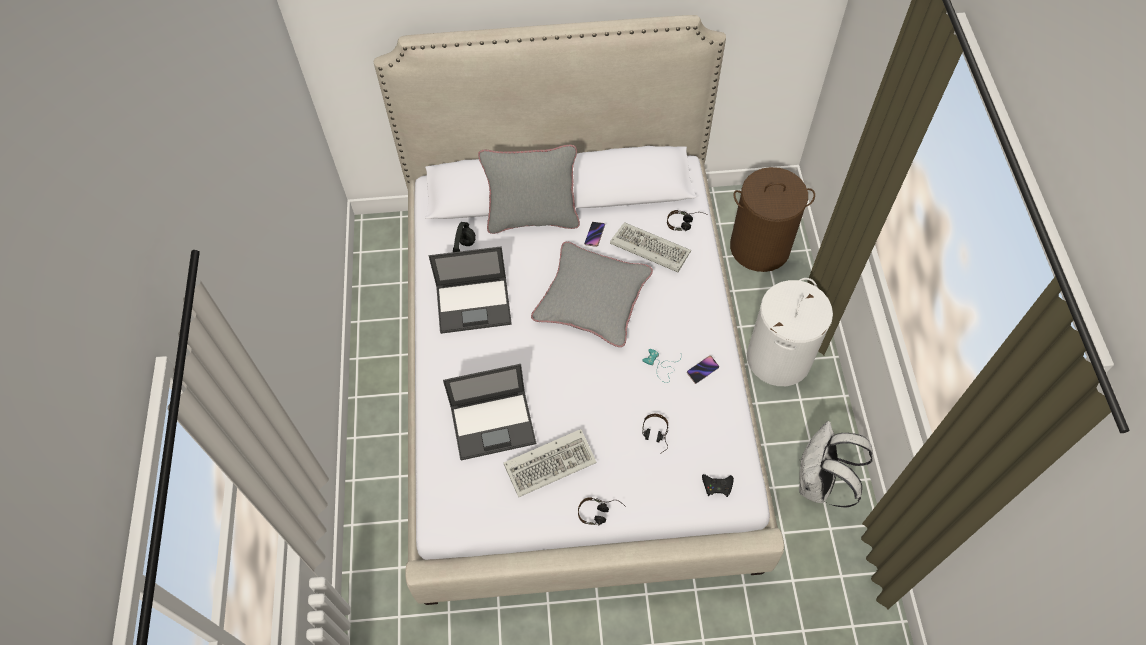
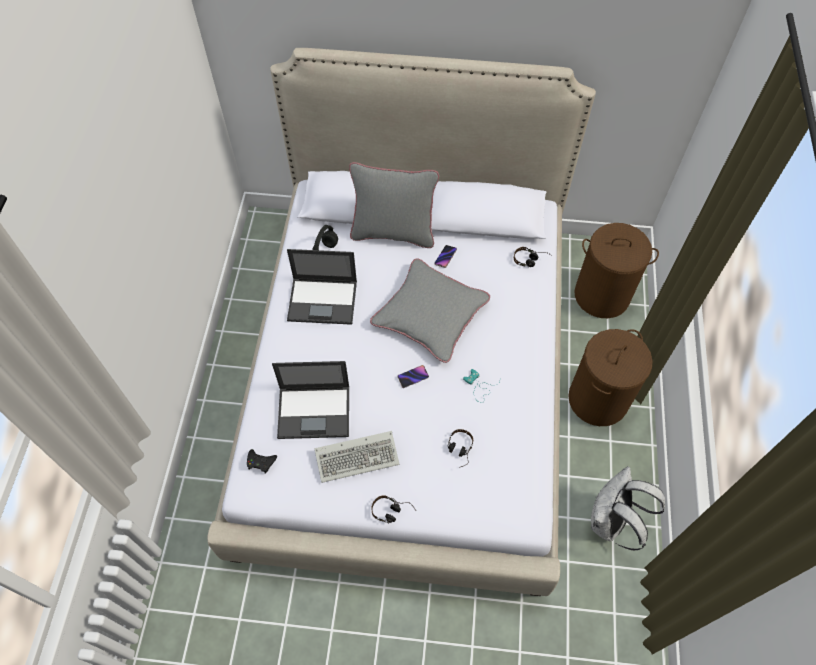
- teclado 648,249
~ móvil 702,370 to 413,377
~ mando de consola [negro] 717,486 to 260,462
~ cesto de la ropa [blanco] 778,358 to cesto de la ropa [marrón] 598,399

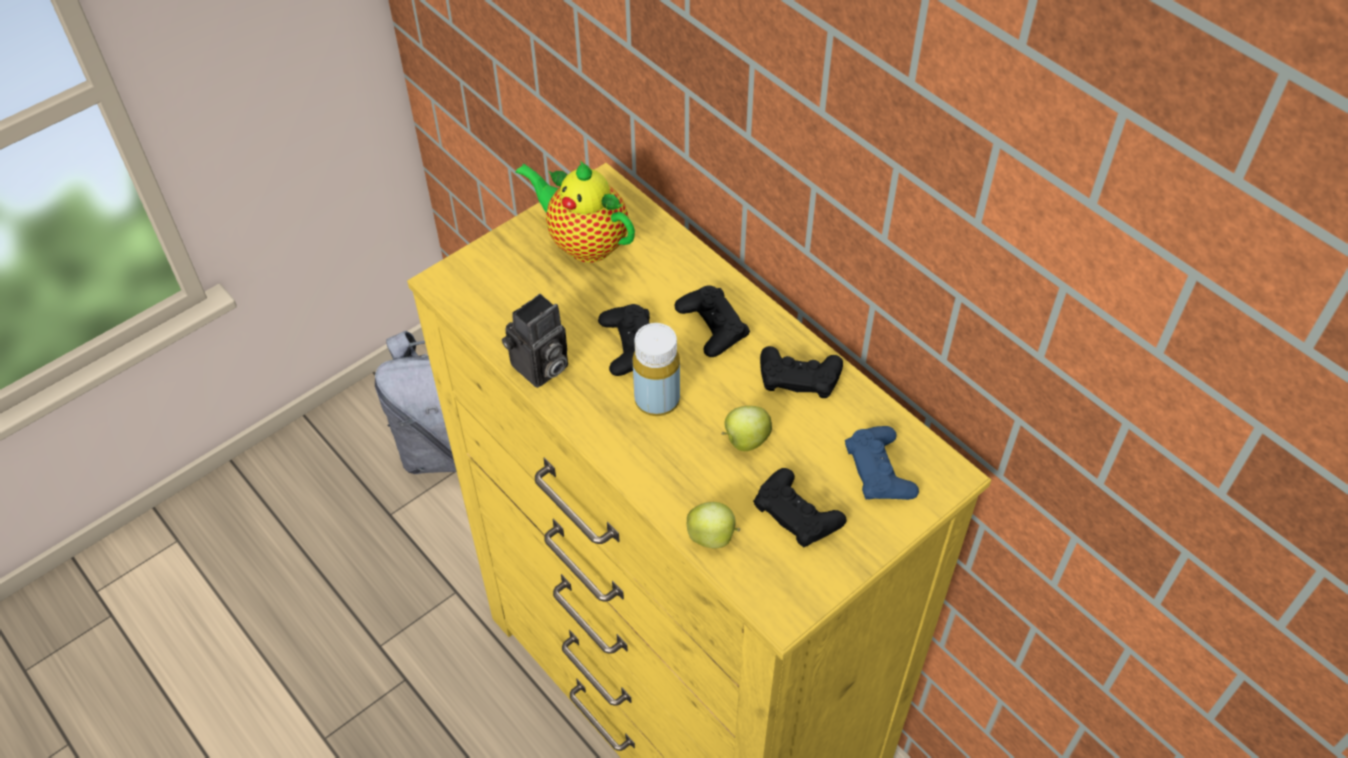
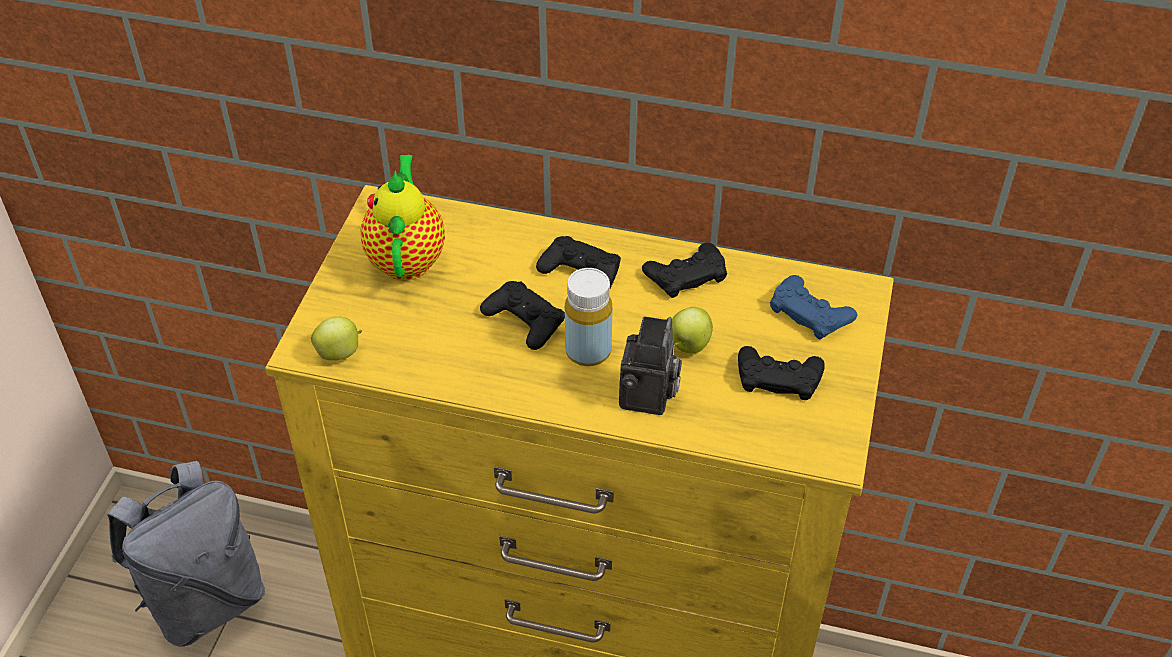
~ cámara 540,369 to 648,398
~ tetera 584,242 = 407,258 90 degrees clockwise
~ manzana 713,537 to 340,353

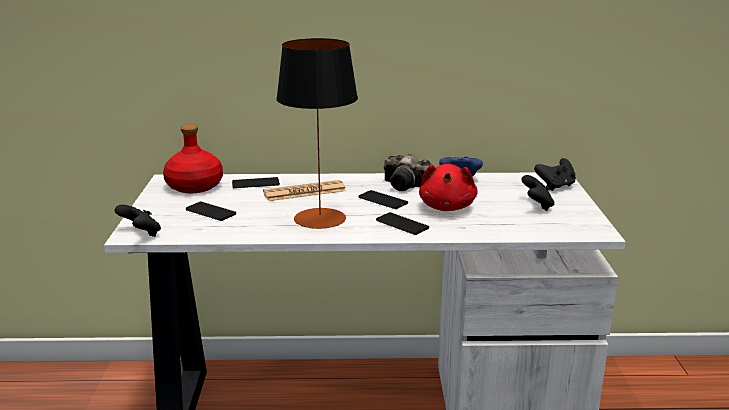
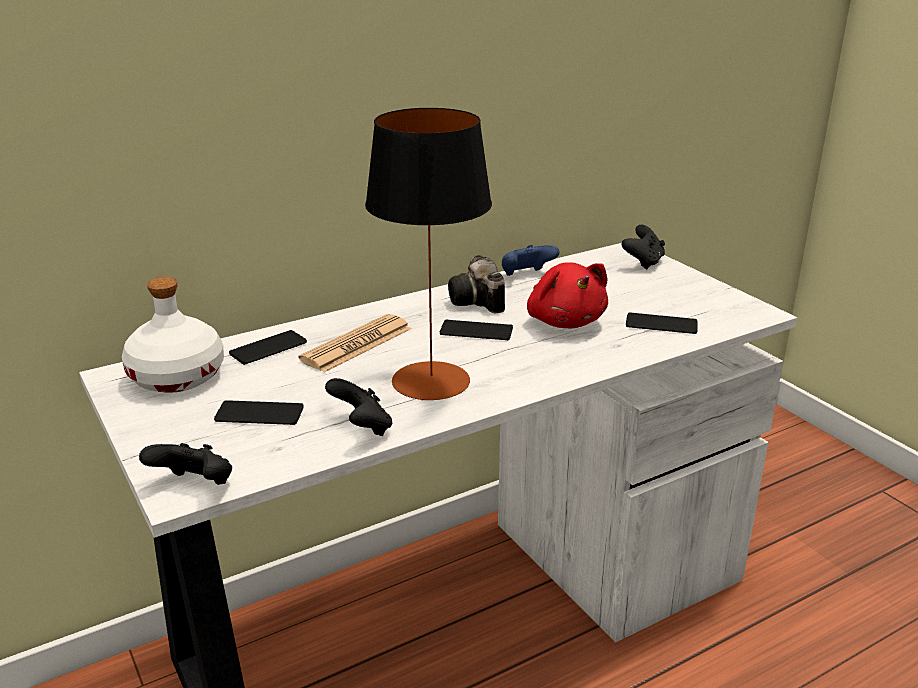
~ botella [rojo] 195,186 to botella [blanco] 178,376
~ móvil 402,224 to 661,324
~ cámara 407,186 = 478,302 75 degrees clockwise
~ mando de consola [negro] 537,206 to 362,428

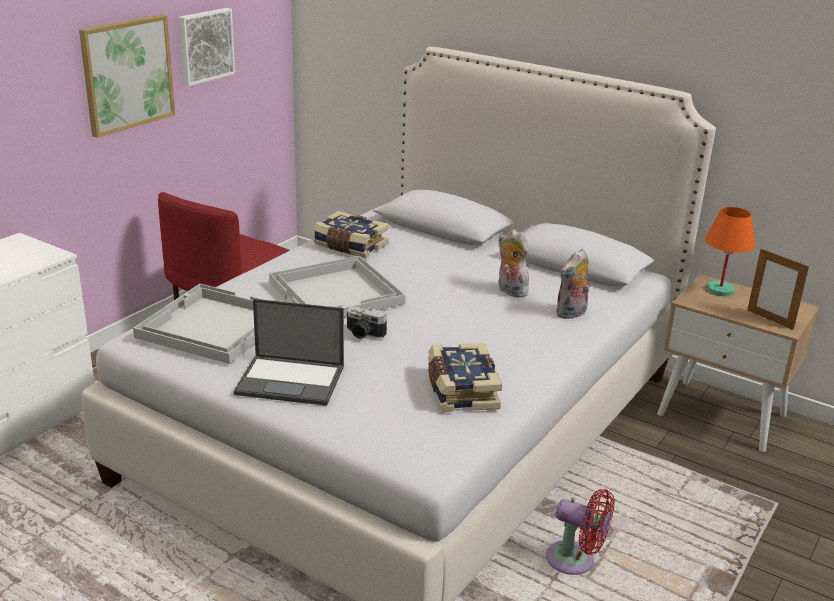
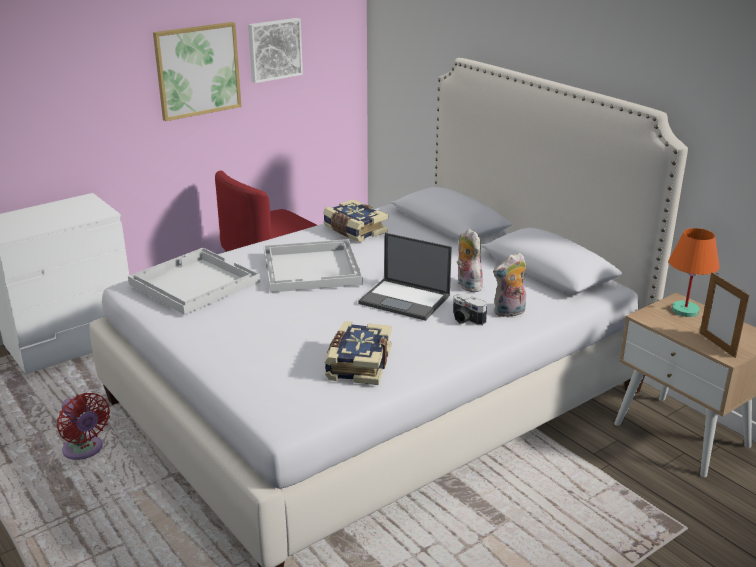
~ portátil 292,380 to 405,299
~ cámara 364,334 to 466,320
~ ventilador [rojo] 575,561 to 84,450

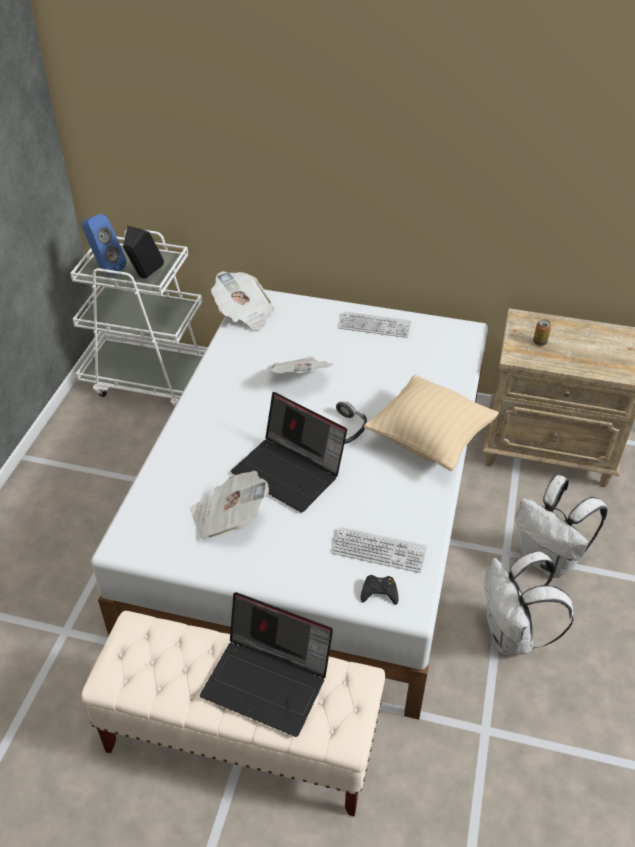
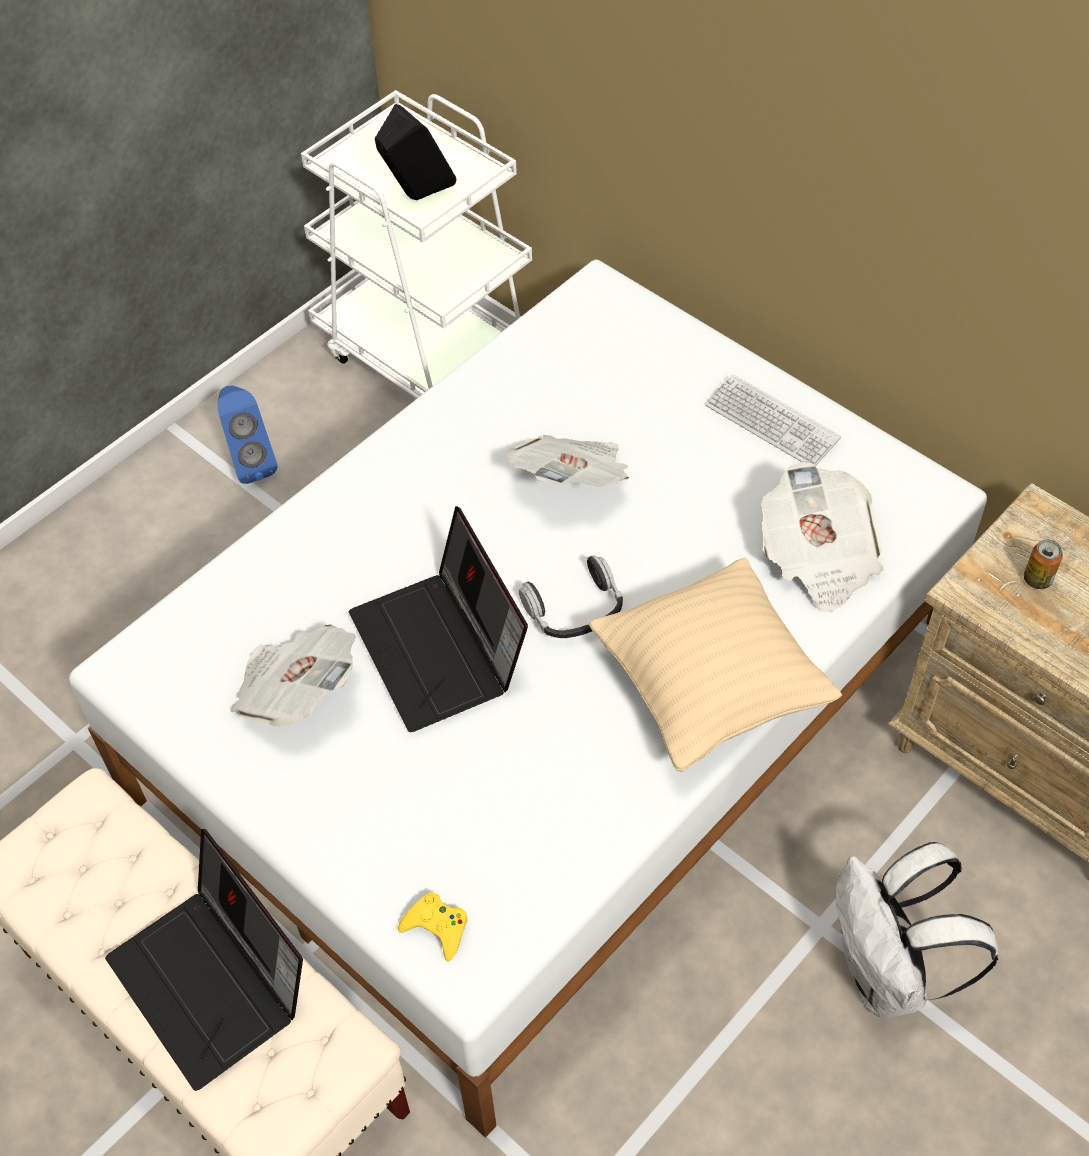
~ altavoz [azul] 106,269 to 251,463
~ periódico 244,314 to 818,558
- teclado 379,551
~ mando de consola [negro] 379,592 to mando de consola [amarillo] 437,927
- mochila [blanco] 511,636

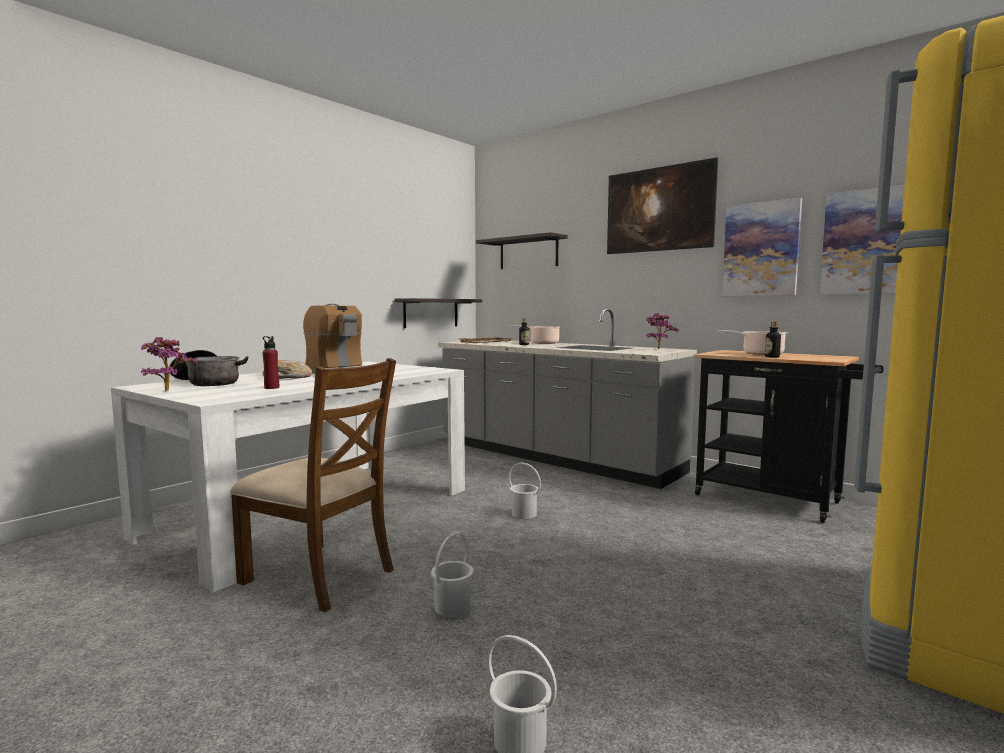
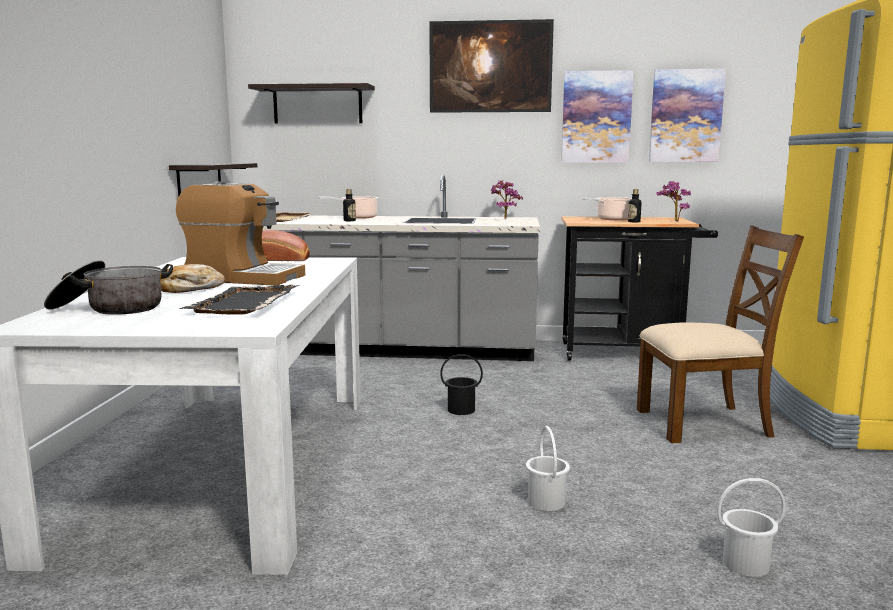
~ planta en maceta 167,390 to 673,221
~ silla [marrón] 319,575 to 704,423
~ botella [rojo] 271,388 to bandeja [negro] 243,304
~ cubo [blanco] 524,514 to cubo [negro] 461,410
+ pan 283,259

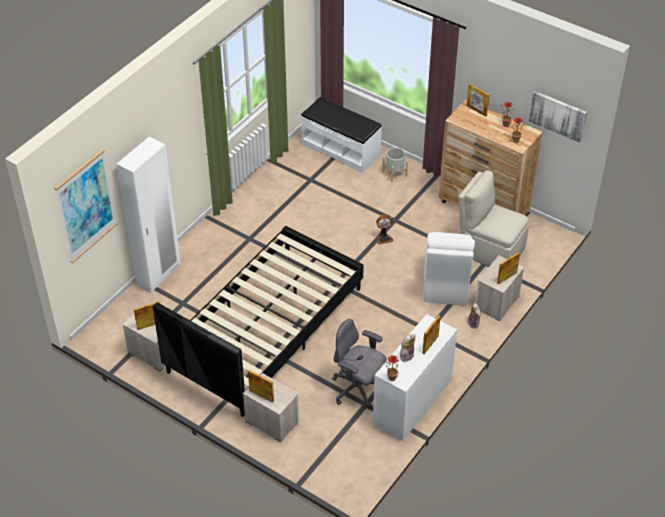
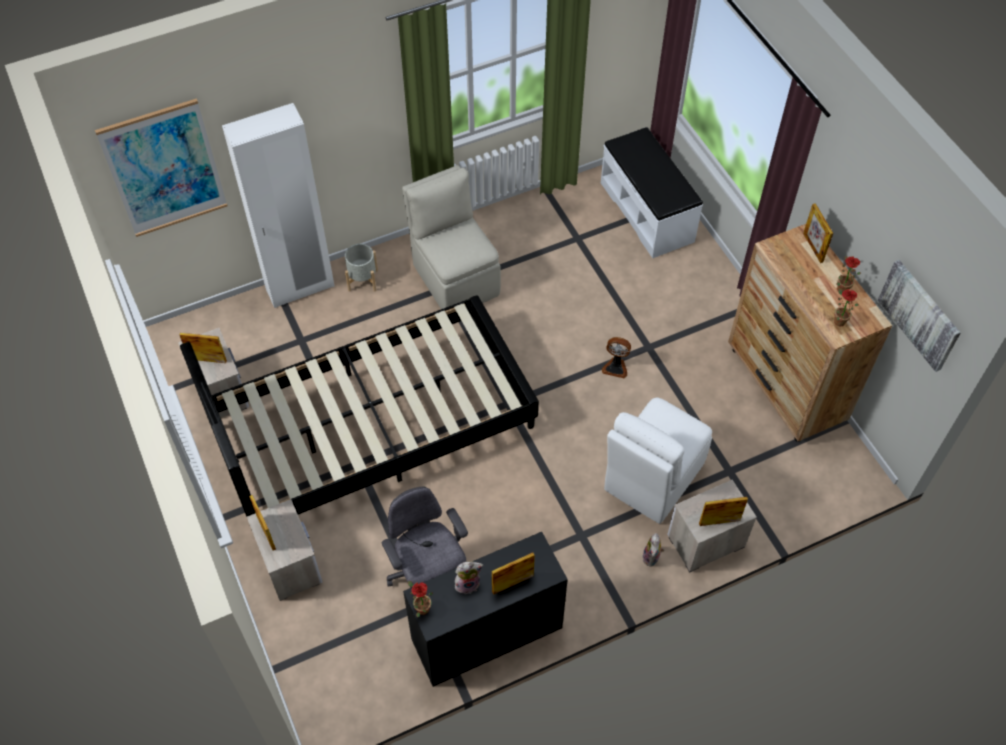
~ escritorio [blanco] 413,402 to escritorio [negro] 487,634
~ maceta [gris] 394,173 to 363,280
~ silla [beis] 490,250 to 455,277

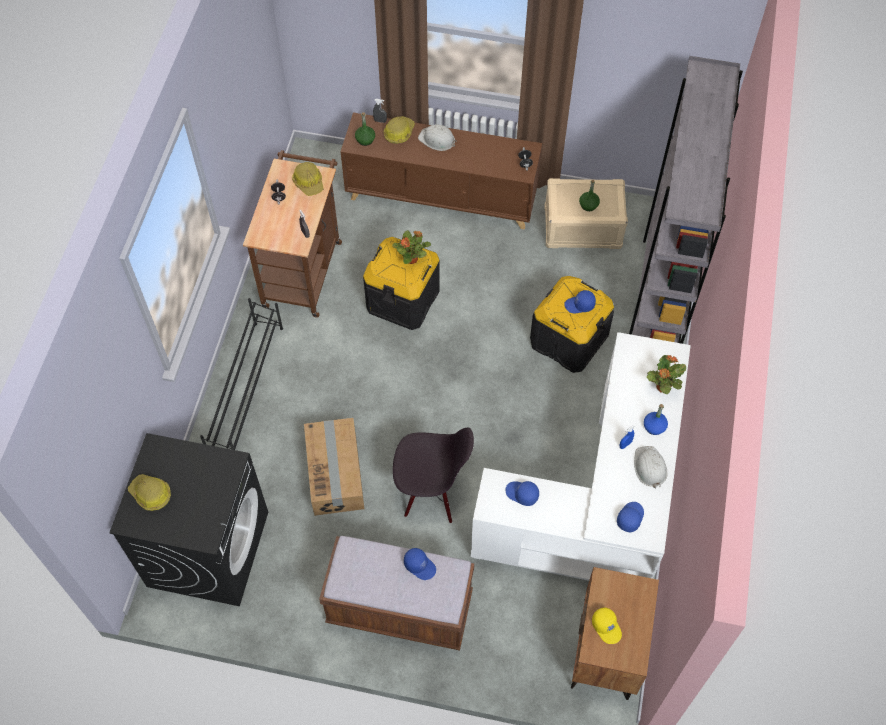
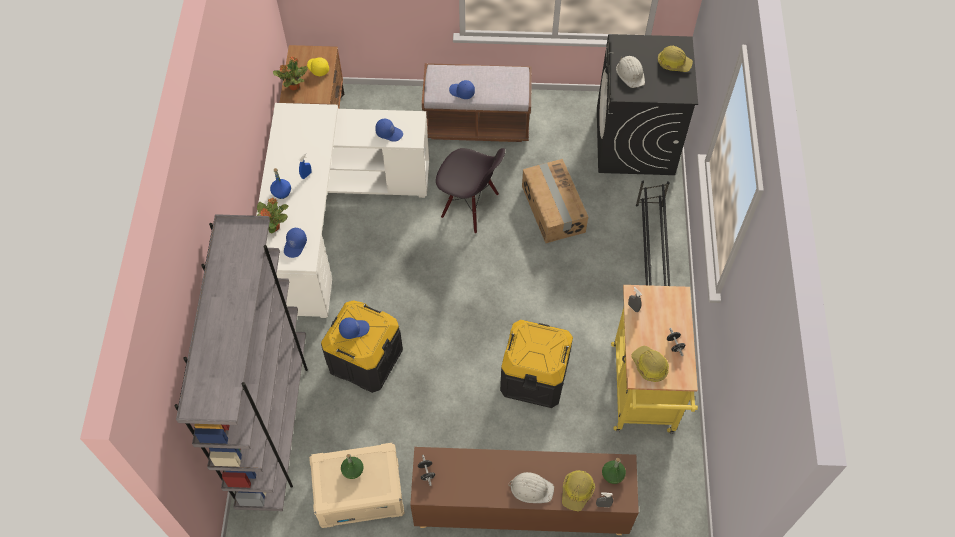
~ carrito [marrón] 303,268 to carrito [amarillo] 643,394
~ planta en maceta 412,259 to 294,86
~ silla [negro] 431,492 = 469,206 150 degrees counterclockwise
~ gorra [azul] 629,517 to 295,245
~ casco [blanco] 649,467 to 630,73

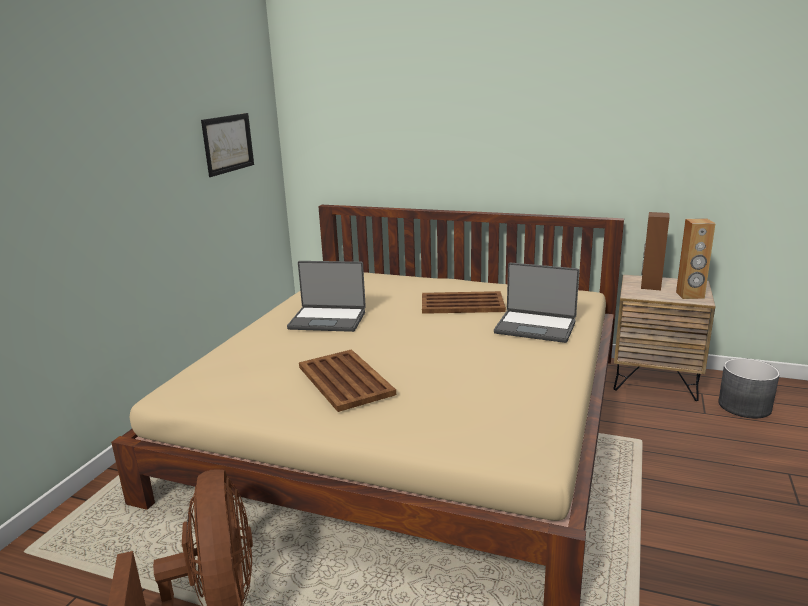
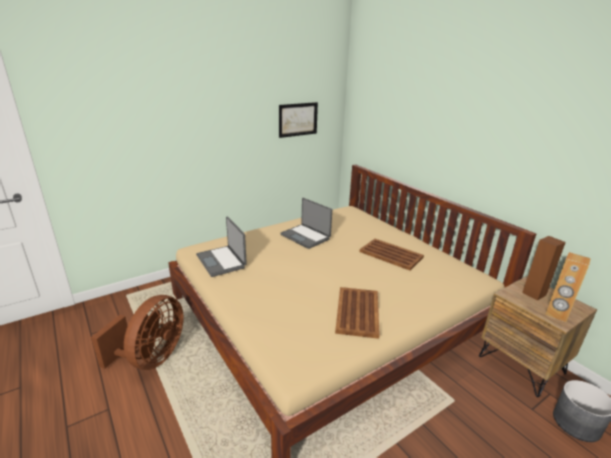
~ bandeja [marrón] 345,380 to 358,311
~ portátil 535,327 to 222,261

